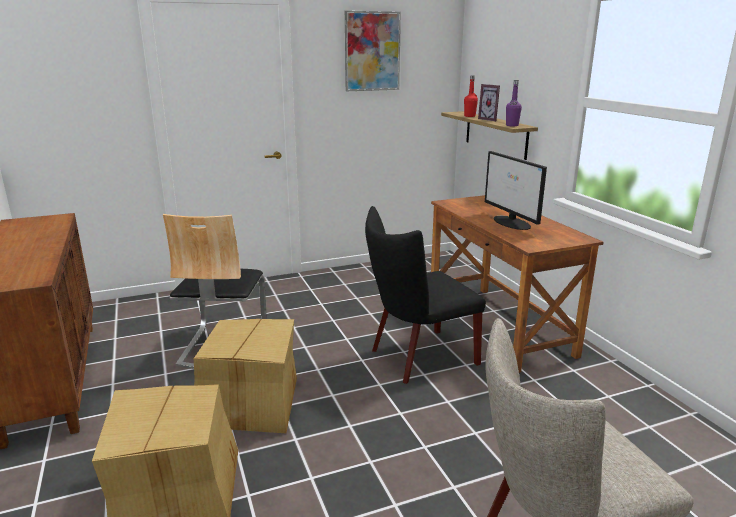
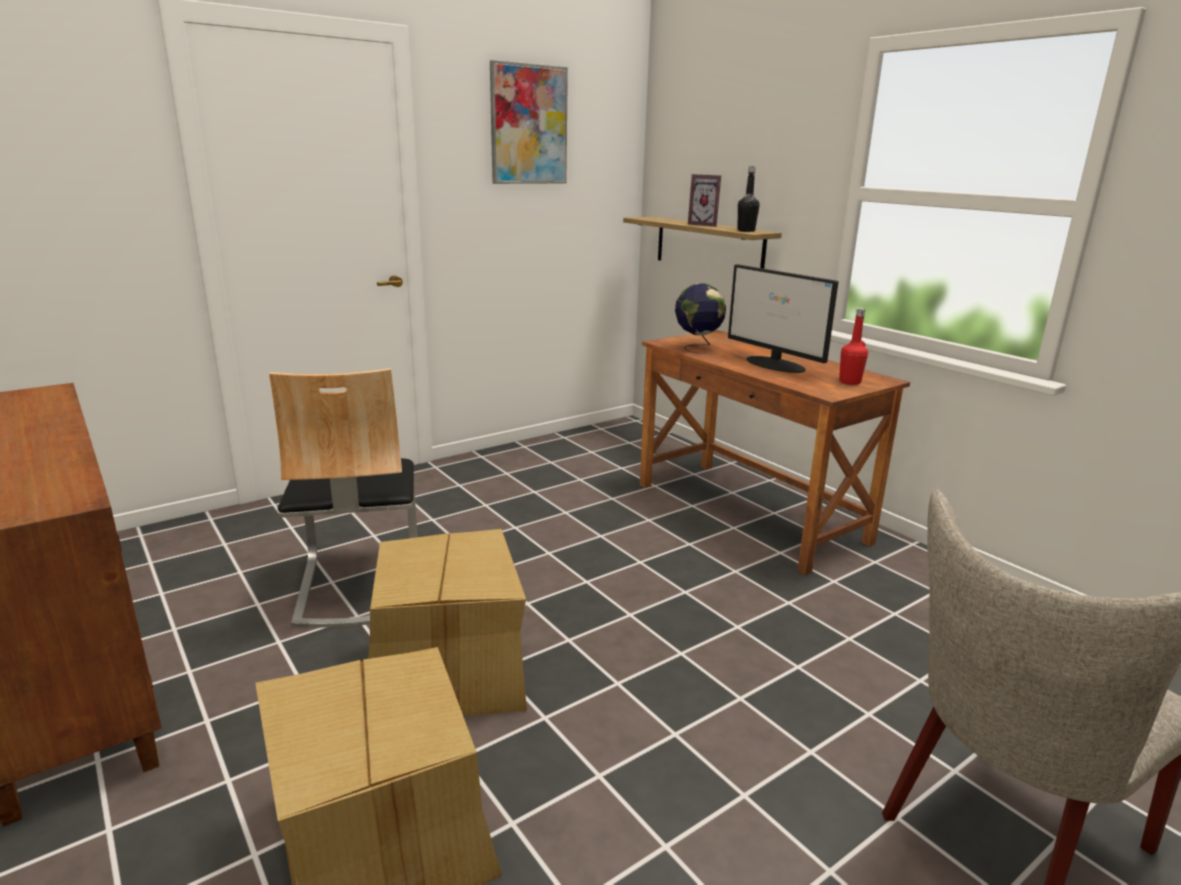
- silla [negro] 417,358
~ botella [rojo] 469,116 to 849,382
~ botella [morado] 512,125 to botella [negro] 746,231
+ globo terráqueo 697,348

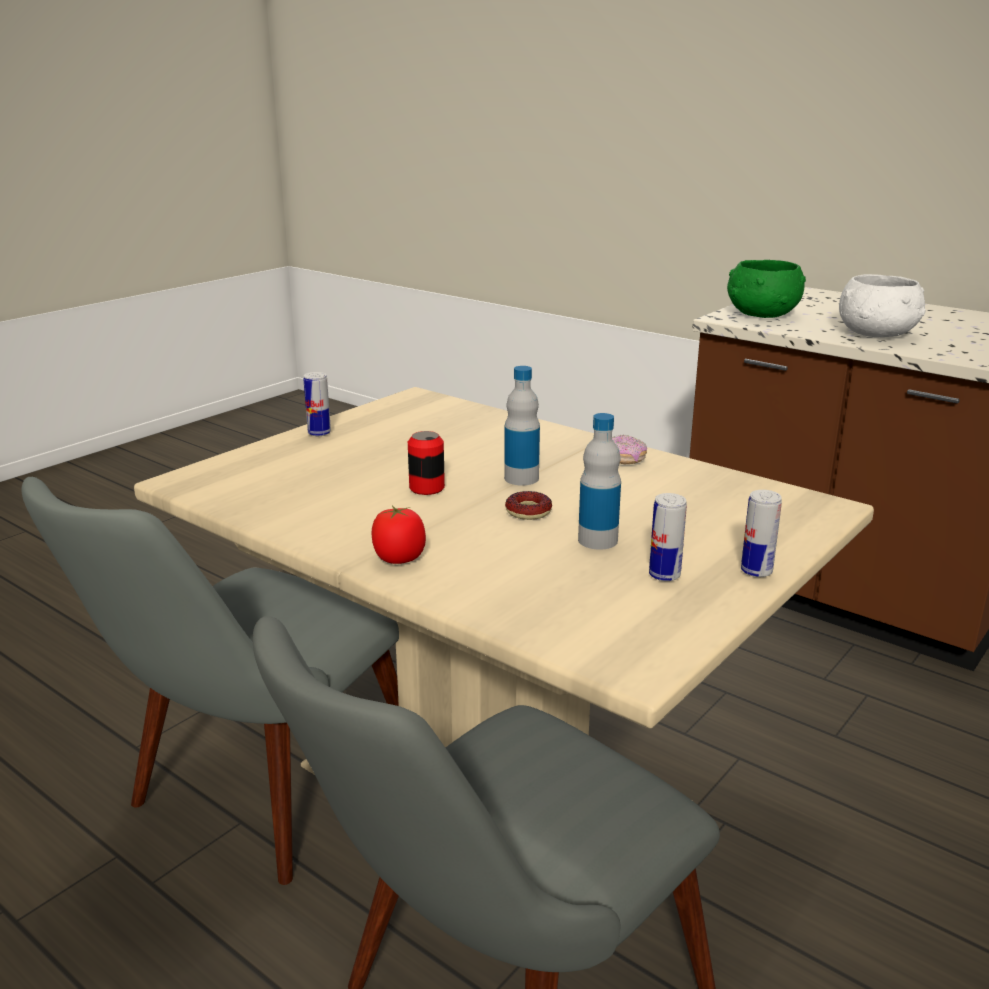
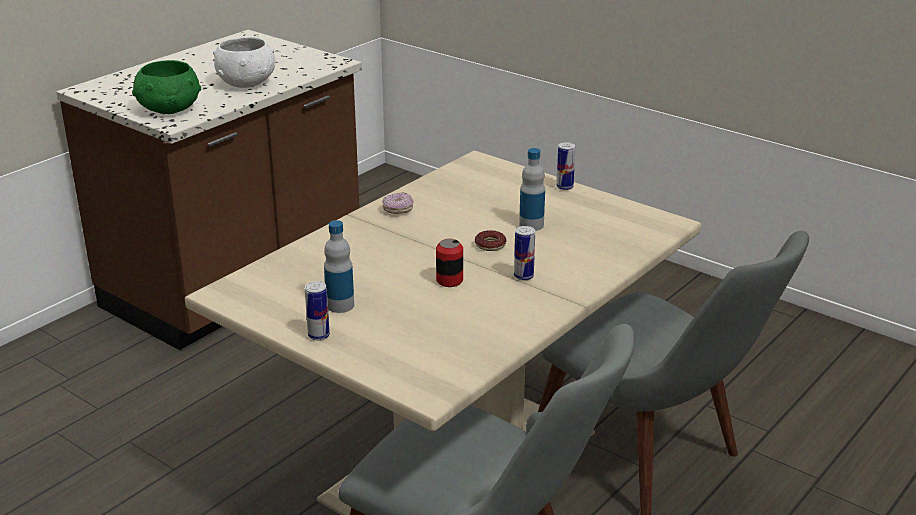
- tomate 399,559
~ botella 521,478 to 340,305
~ lata 664,575 to 523,276

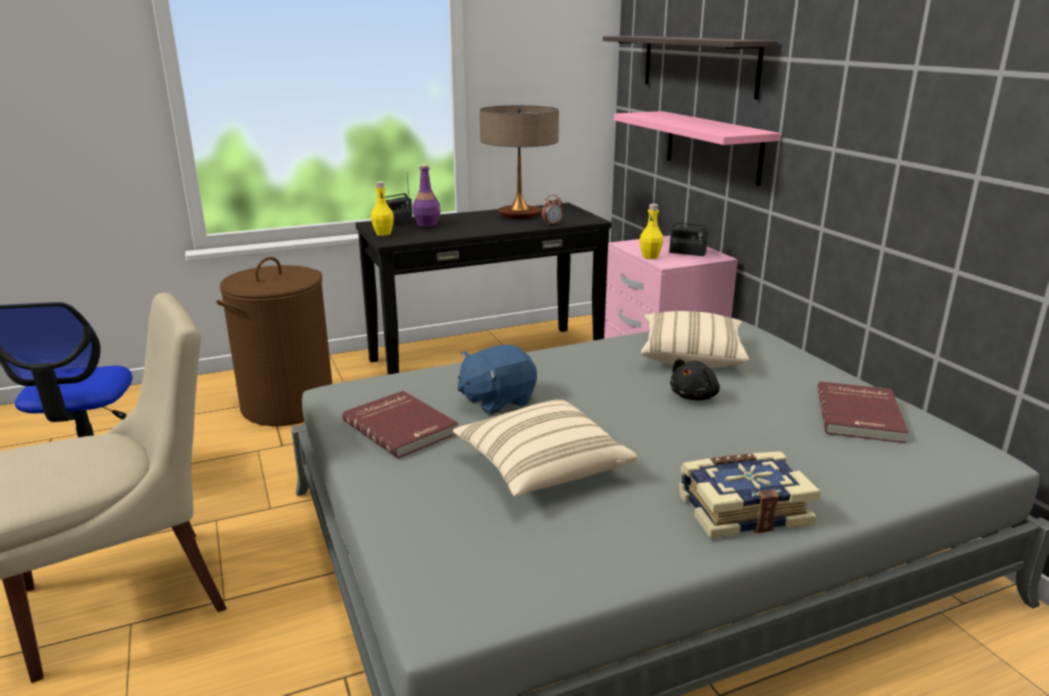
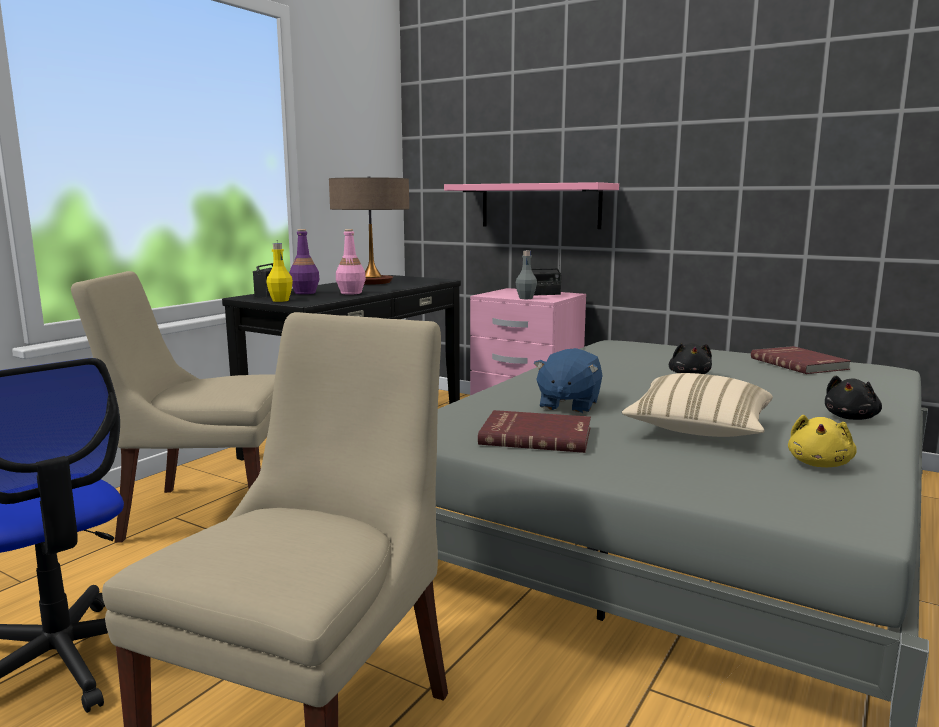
~ cesto de la ropa [marrón] 288,405 to silla [beis] 204,514
- despertador 551,224
- estante 698,64
~ botella [amarillo] 650,257 to botella [gris] 526,298
- cojín [beis] 691,356
~ libro 742,509 to peluche [negro] 851,418
+ botella [rosa] 350,293
+ peluche [amarillo] 819,464

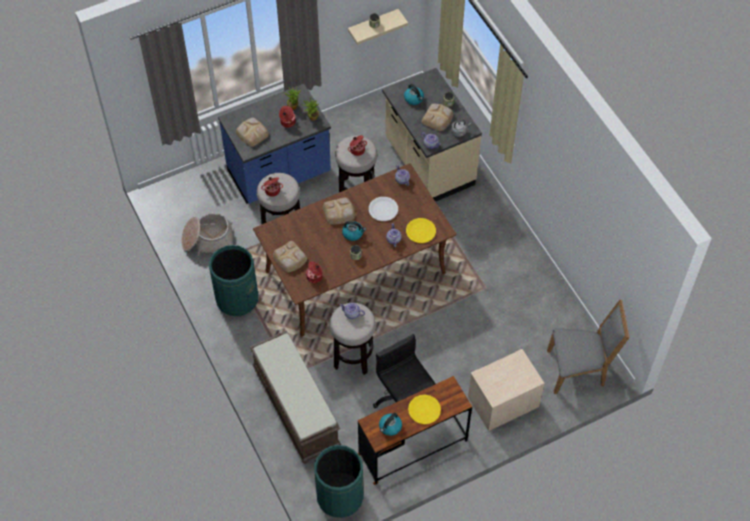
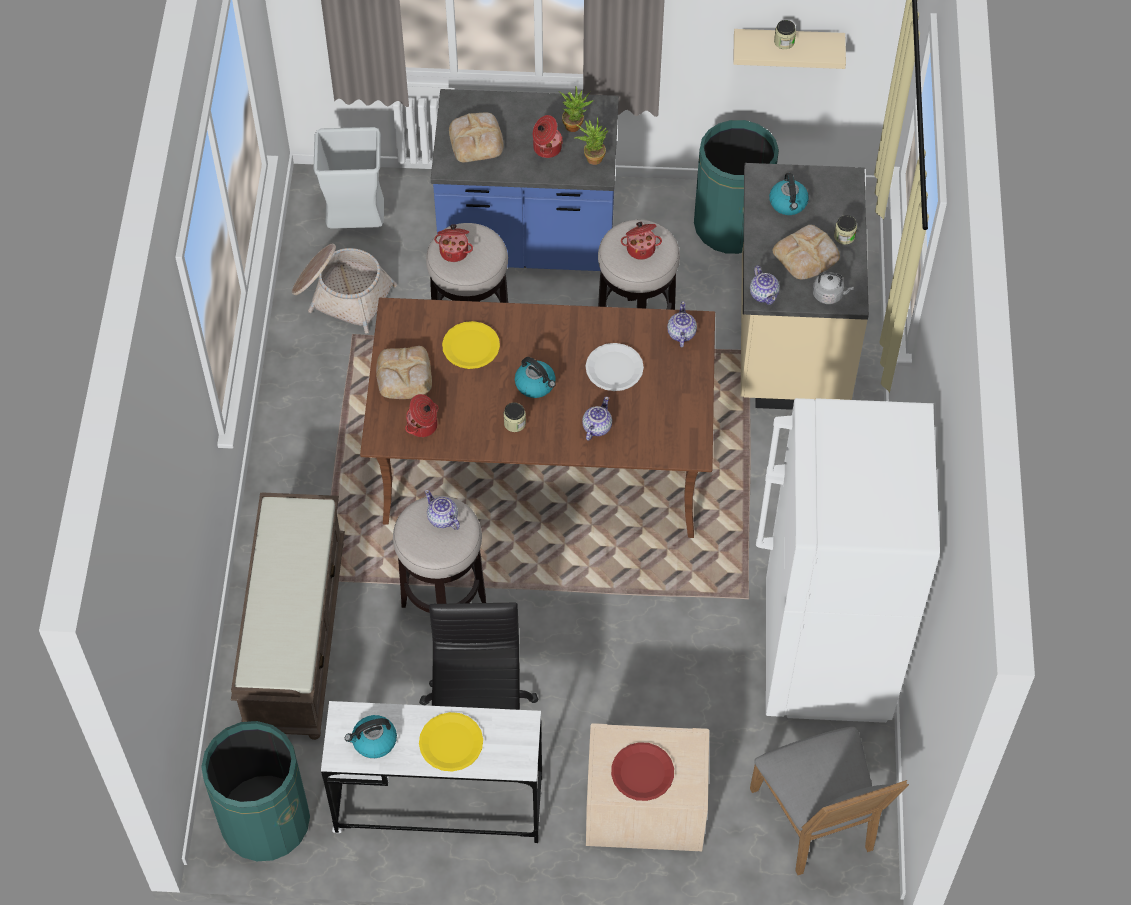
~ papelera [verde] 237,298 to 731,225
- pan 339,212
~ escritorio [marrón] 413,447 to escritorio [blanco] 439,805
~ plato [amarillo] 420,231 to 471,346
~ silla [gris] 579,369 = 818,824 45 degrees clockwise
+ papelera [gris] 357,224
+ plato [rojo] 642,772
+ nevera [blanco] 825,655

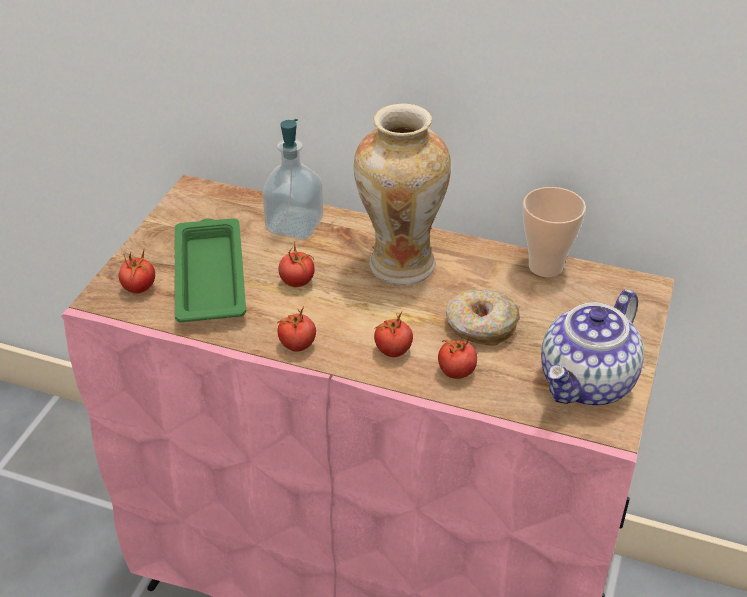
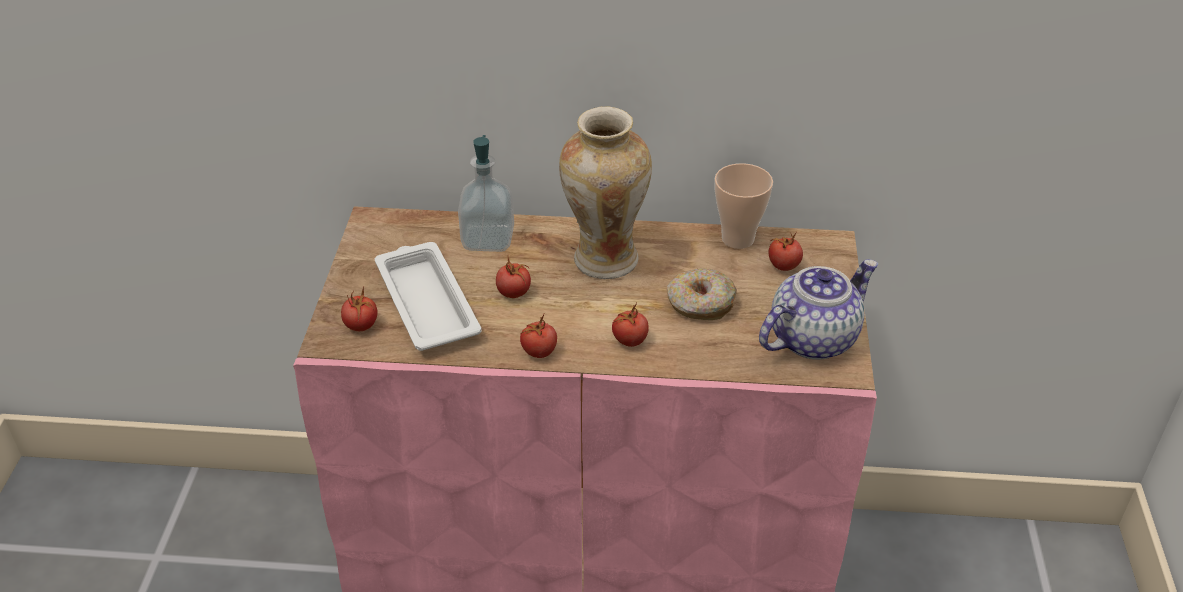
~ bandeja [verde] 210,276 to bandeja [blanco] 426,302
~ tomate 456,372 to 783,265
~ tetera 587,383 = 812,338 150 degrees counterclockwise

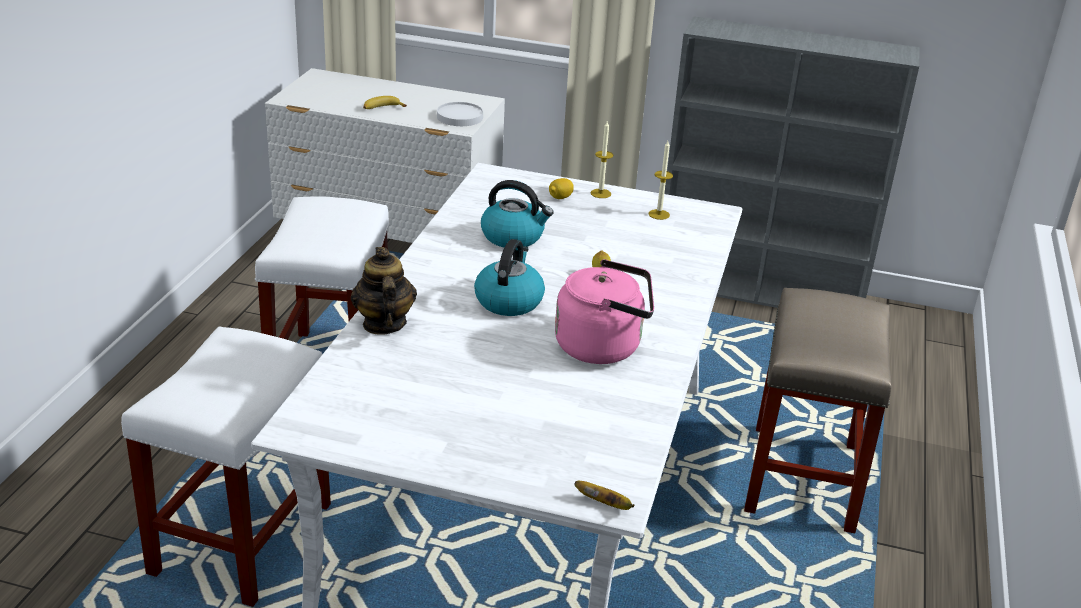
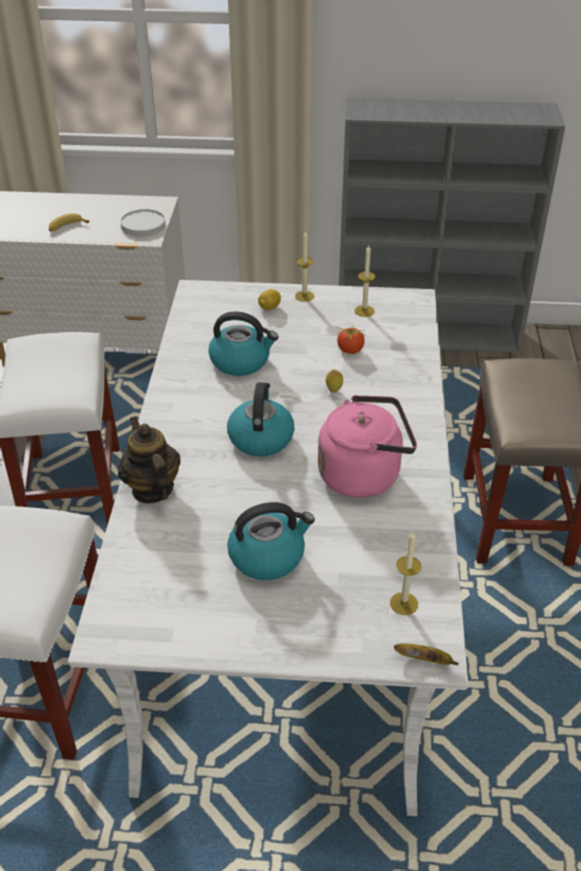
+ hervidor 268,556
+ tomate 350,350
+ vela 404,603

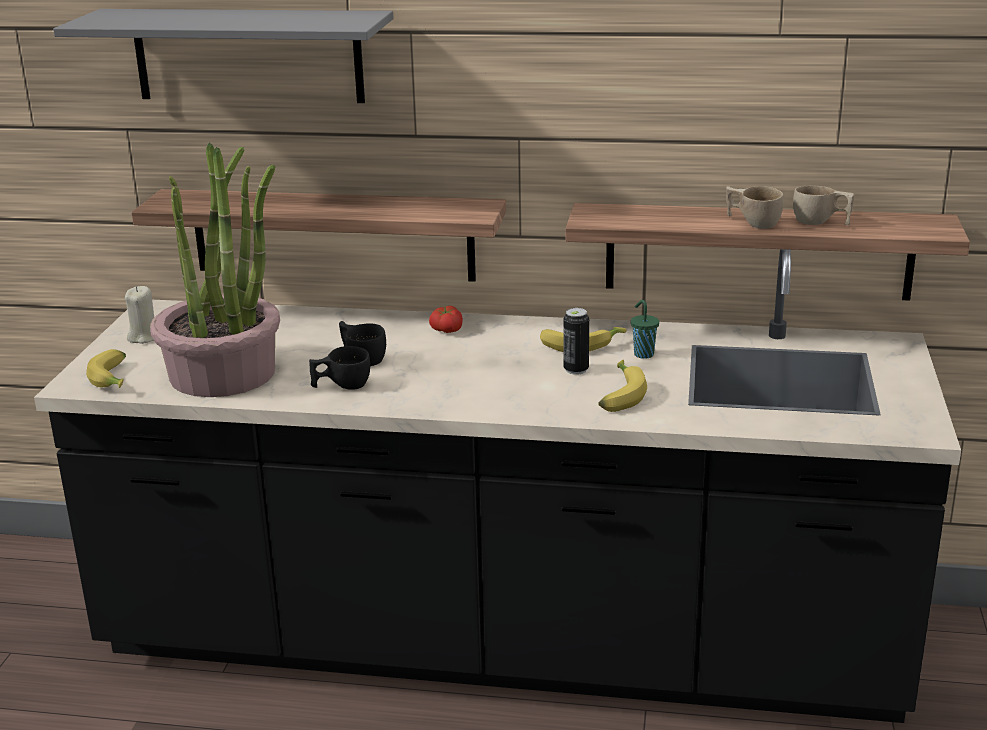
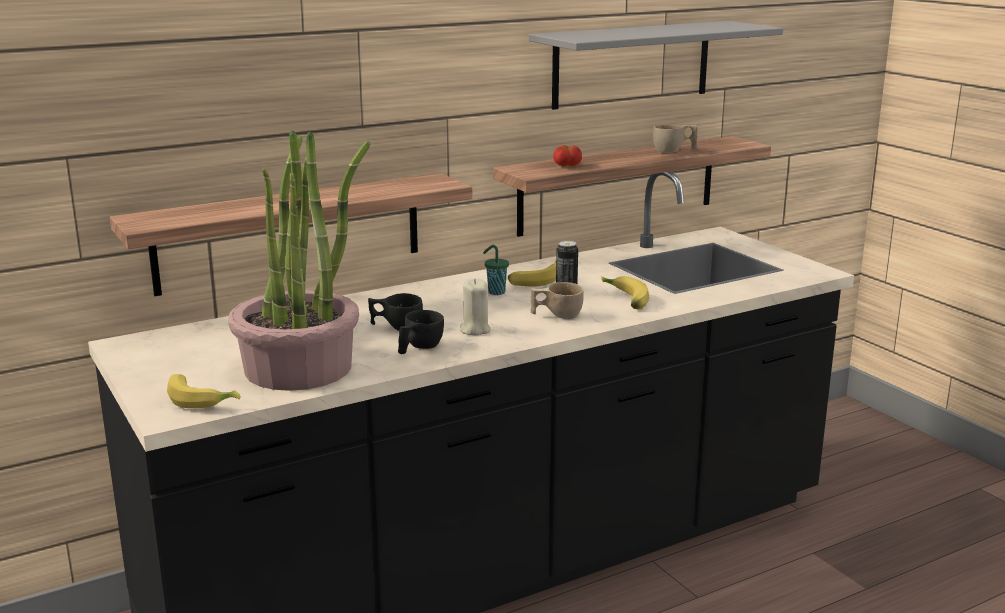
~ estante [gris] 248,55 to 632,64
~ vela [beis] 144,337 to 475,330
~ tomate 446,330 to 566,166
~ taza [verde] 643,354 to 495,292
~ taza [beis] 752,222 to 556,315

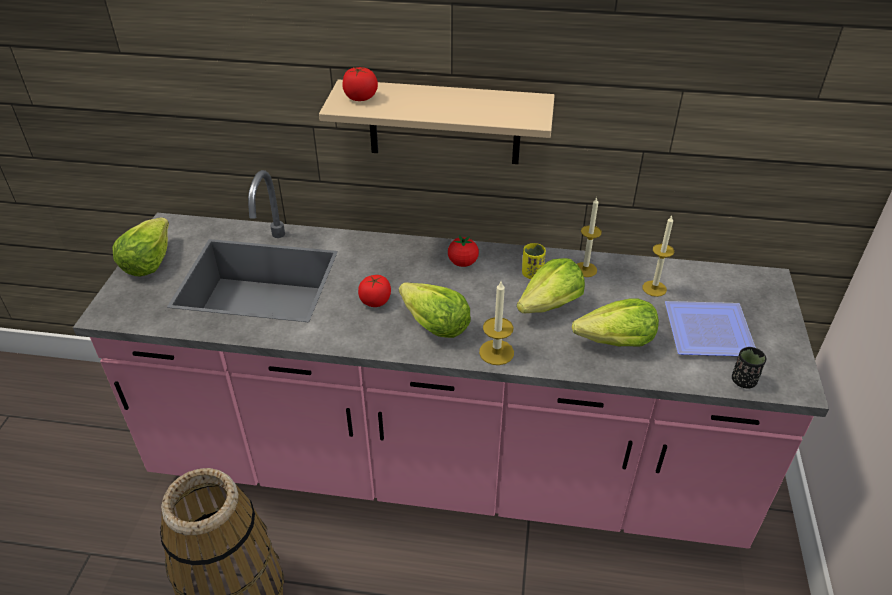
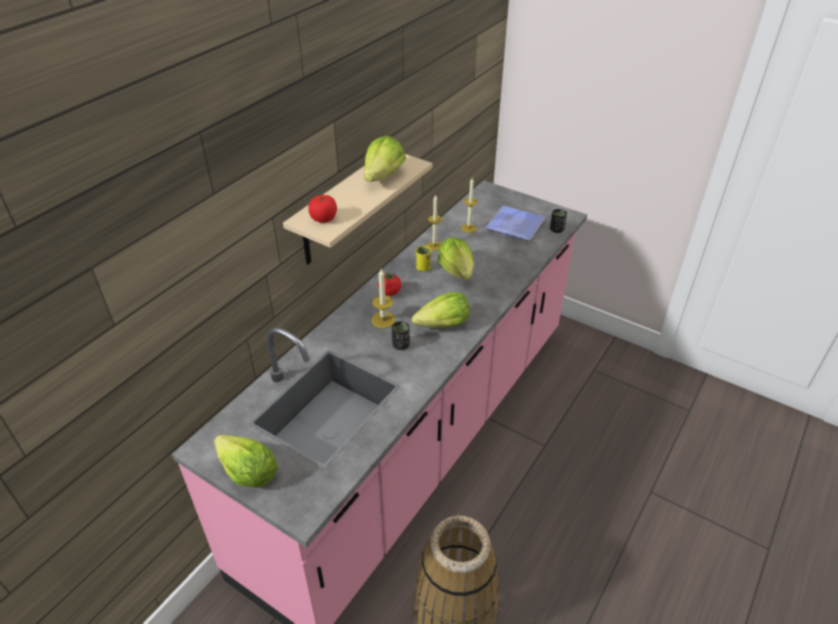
~ tomate 375,301 to taza [negro] 401,345
~ vela 496,352 to 383,320
~ lechuga 616,342 to 383,176

